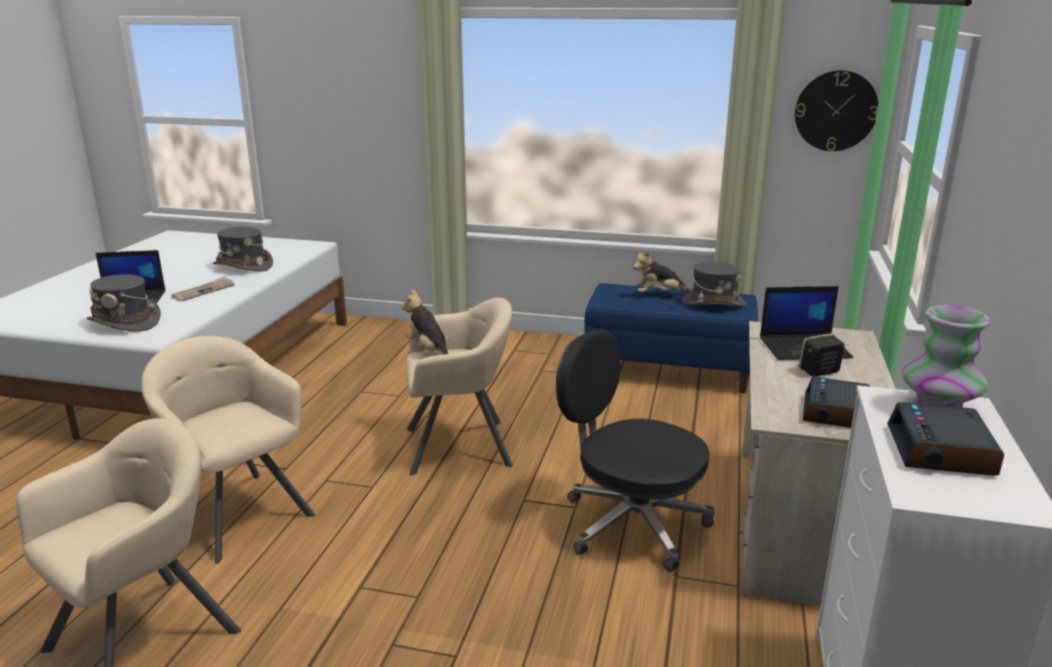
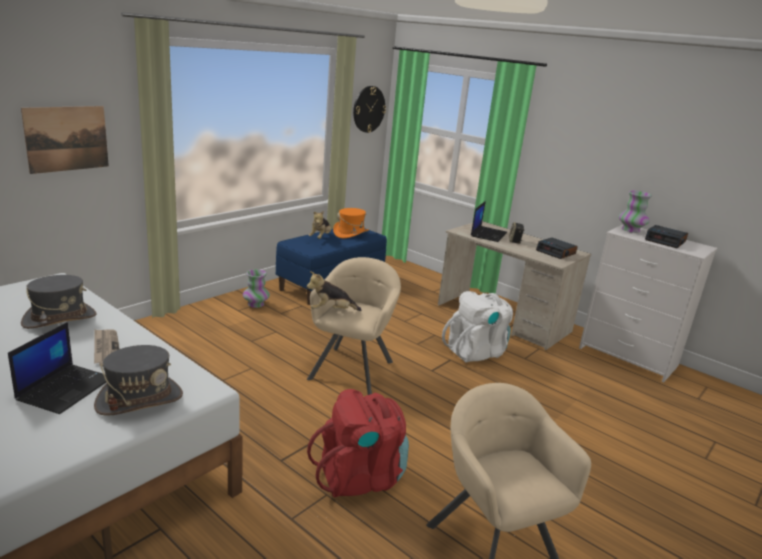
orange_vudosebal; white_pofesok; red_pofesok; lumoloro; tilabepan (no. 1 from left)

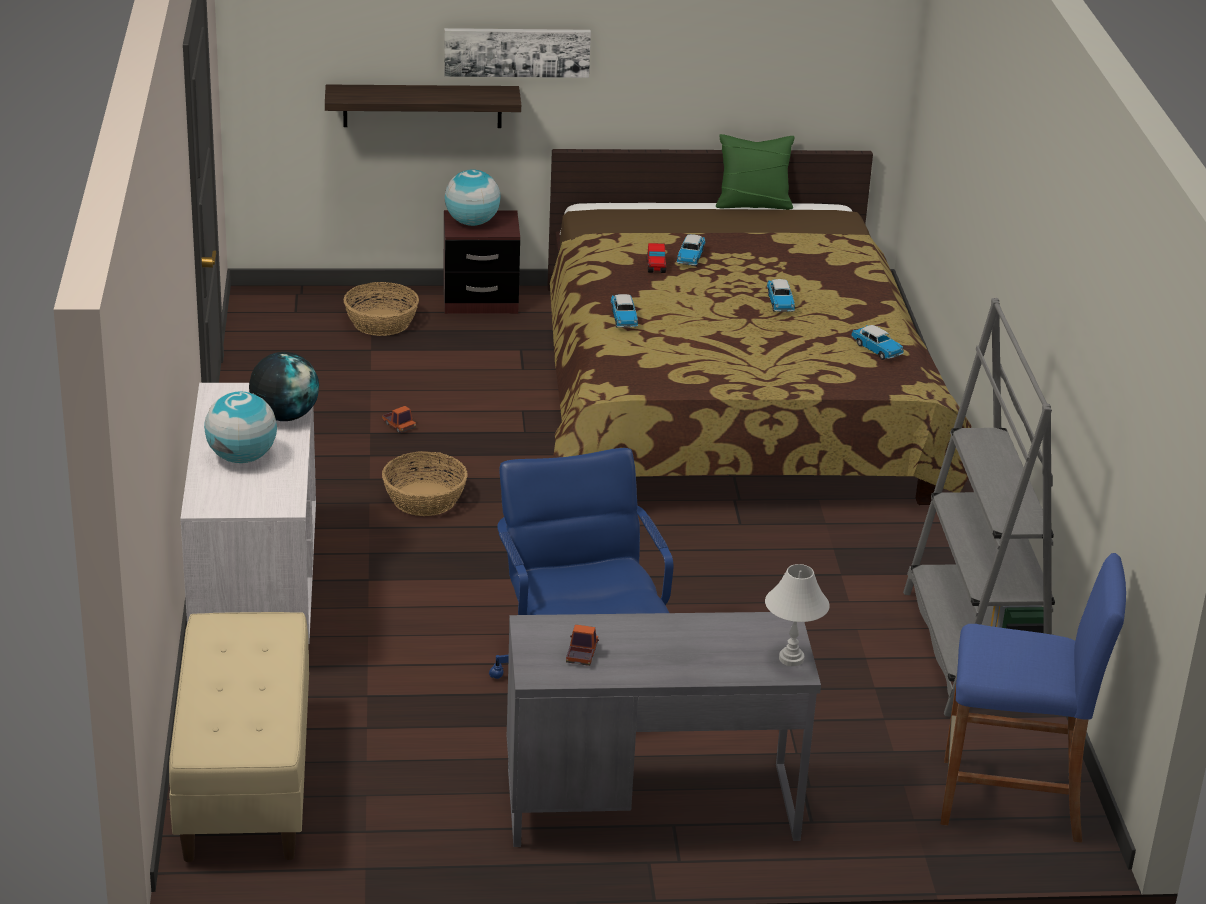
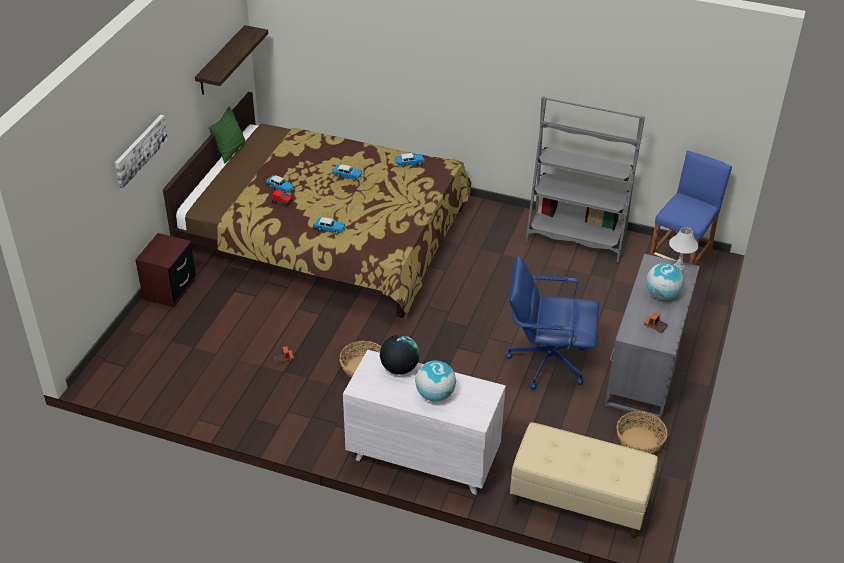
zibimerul; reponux (no. 3 from left); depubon (no. 2 from left)

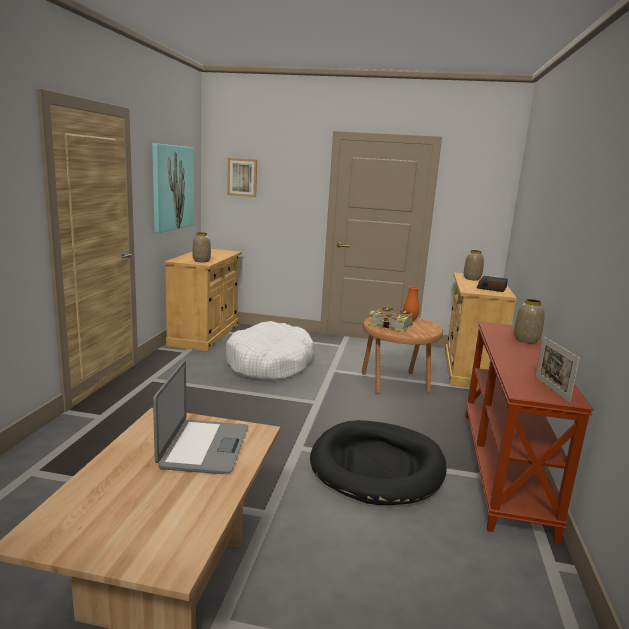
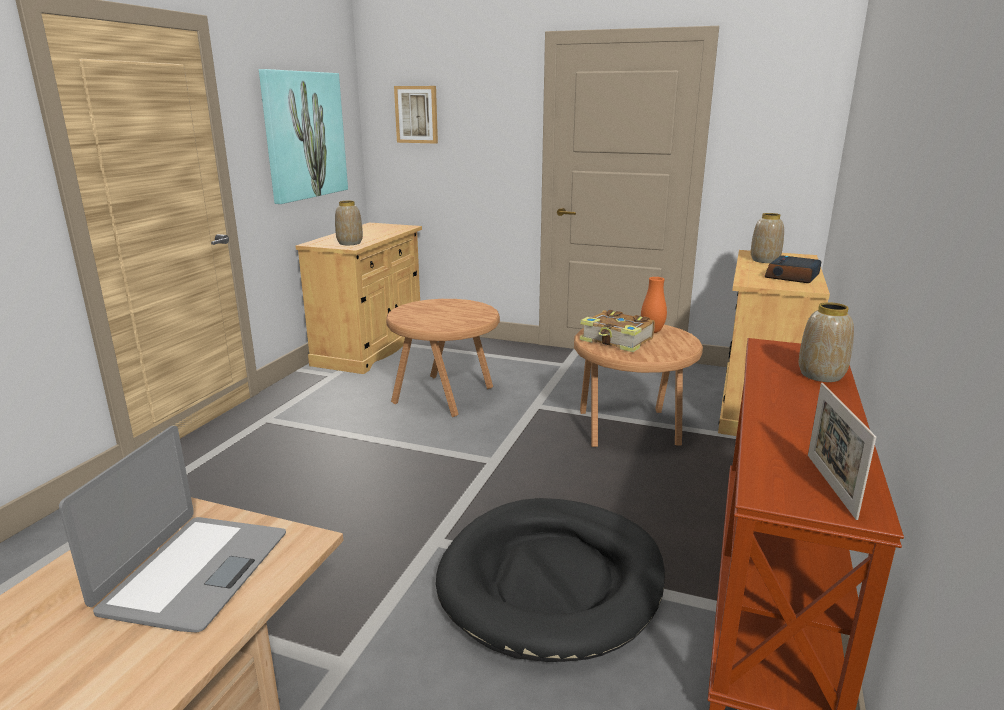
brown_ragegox (no. 1 from left)

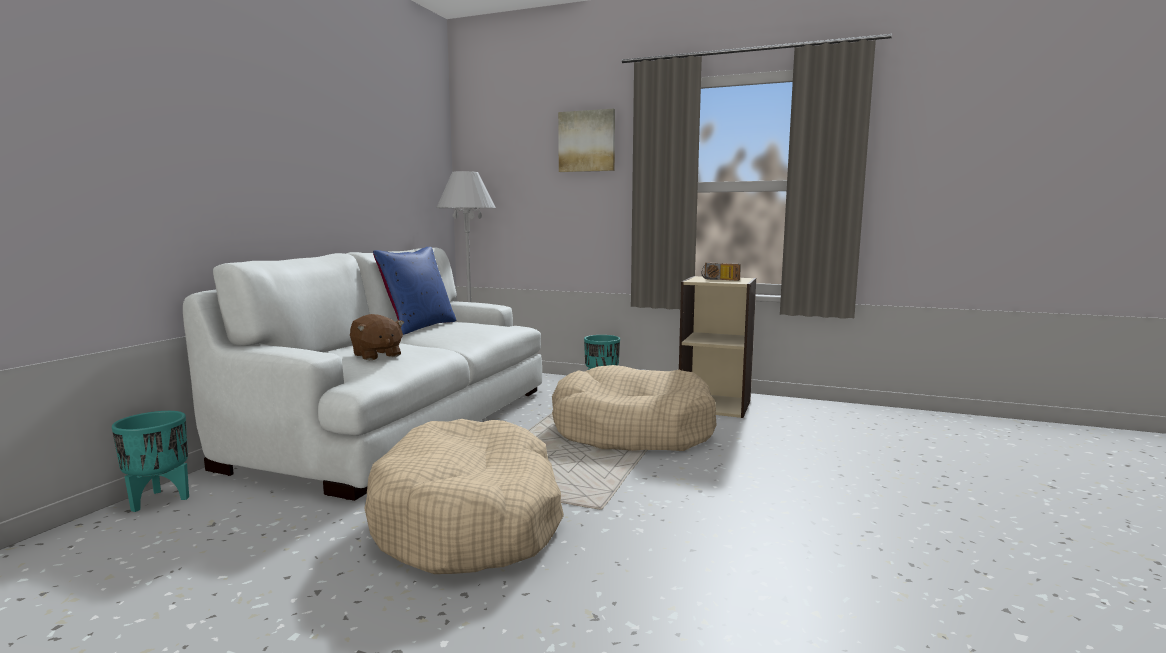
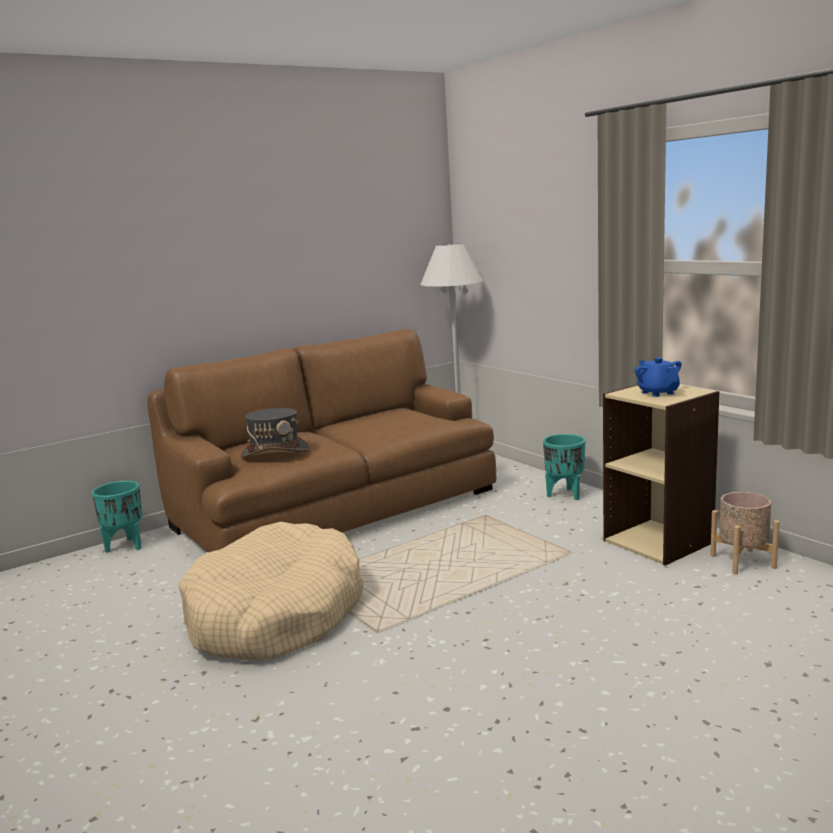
lumoloro; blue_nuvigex; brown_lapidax; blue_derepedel; grey_vudosebal; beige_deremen (no. 2 from left in the first image); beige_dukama

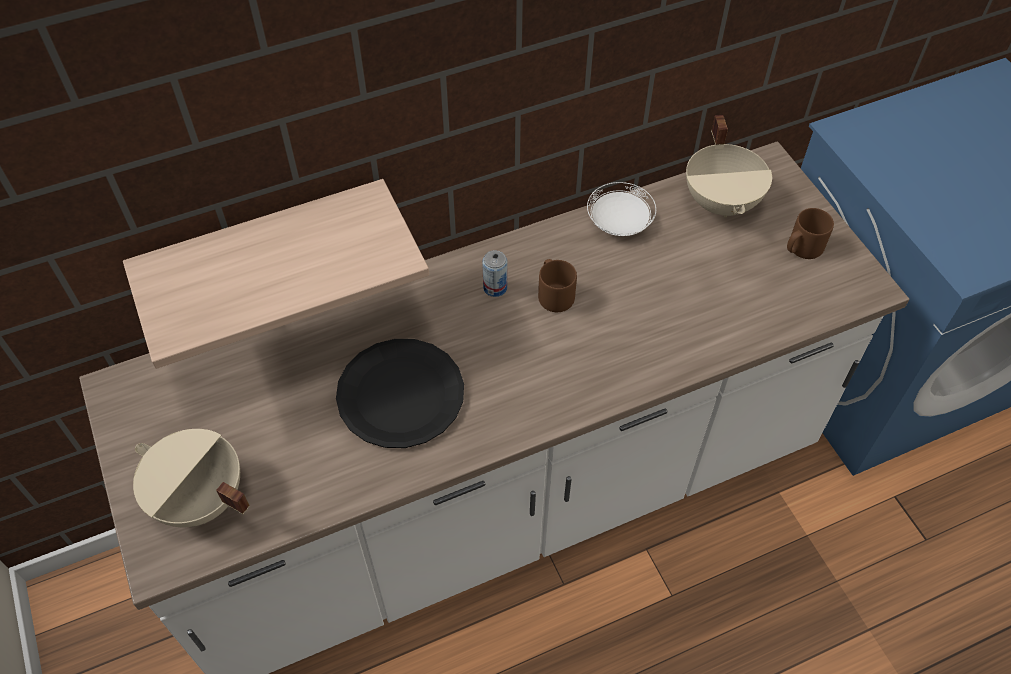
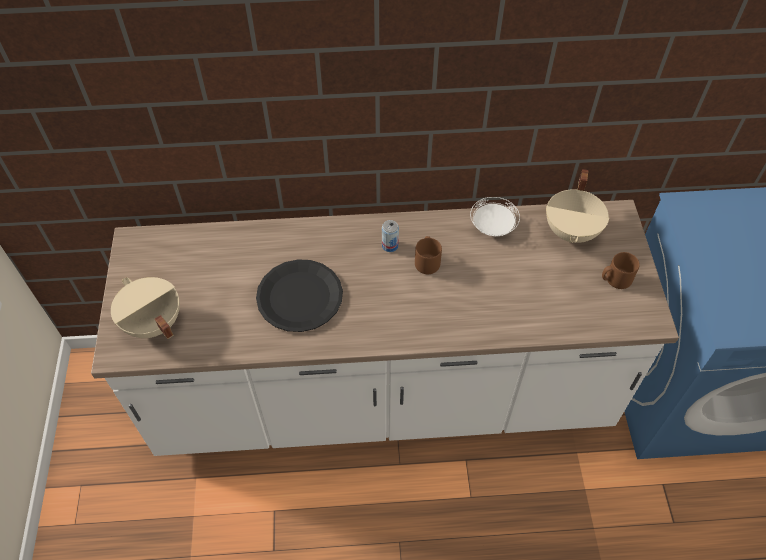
zibimerul

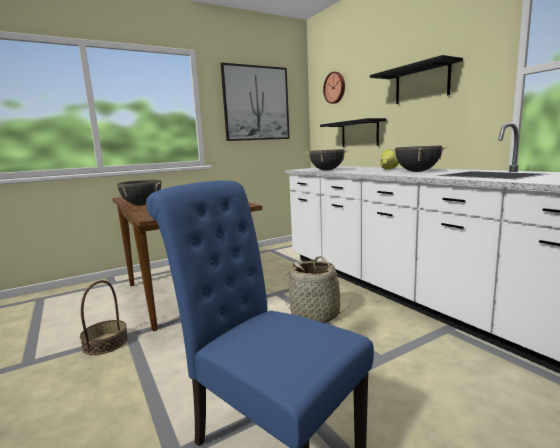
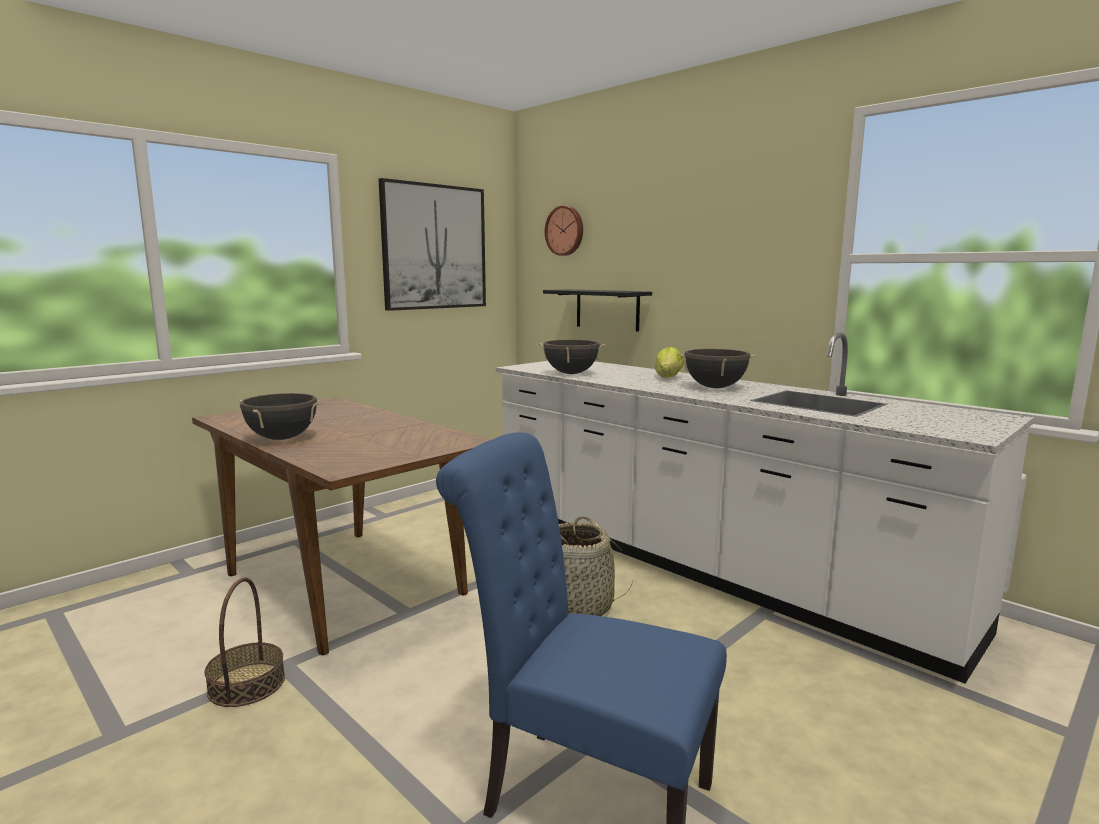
black_zibimerul (no. 2 from left in the first image)

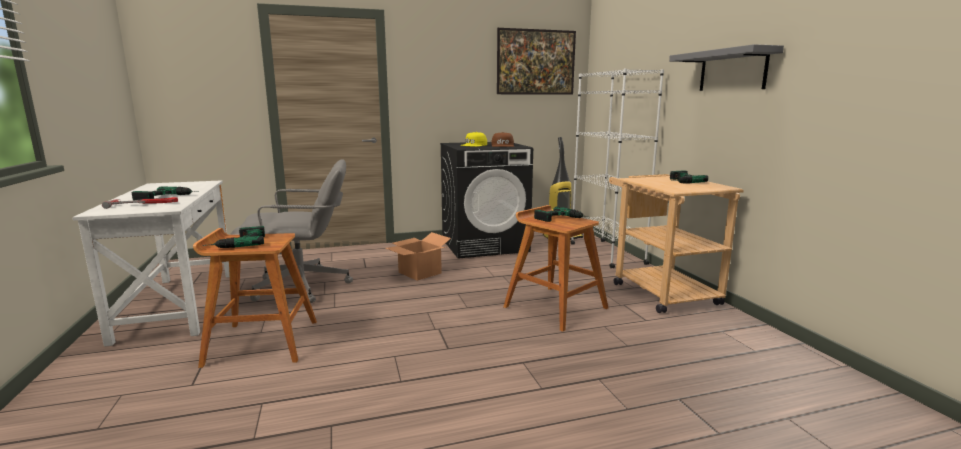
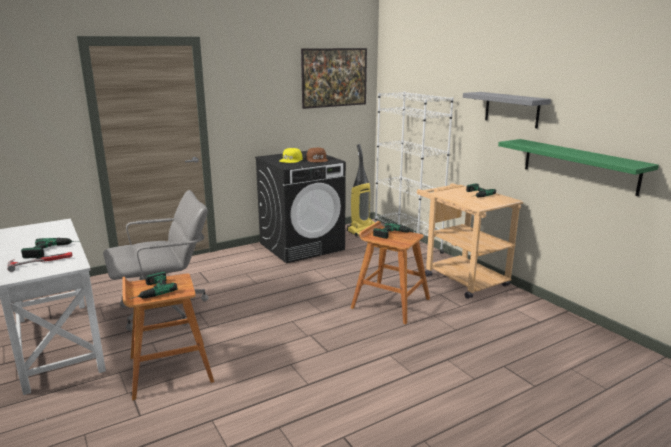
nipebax; green_zibimerul

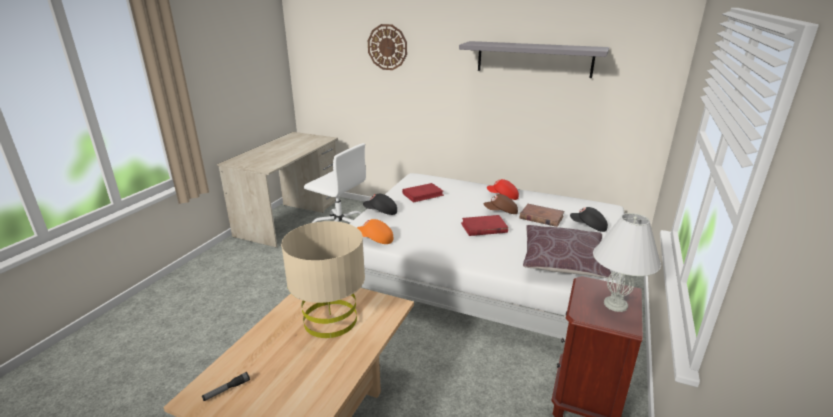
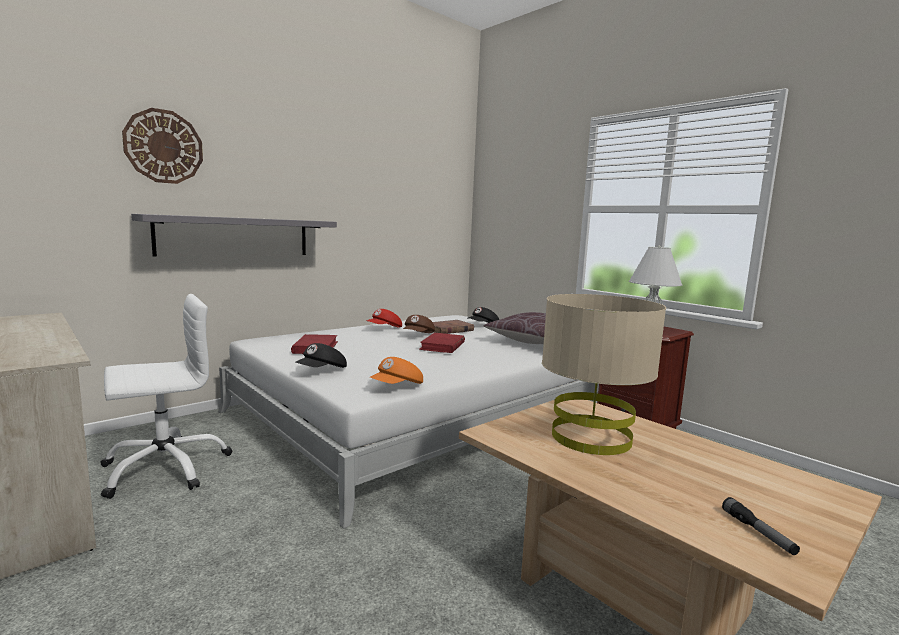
grey_zibimerul

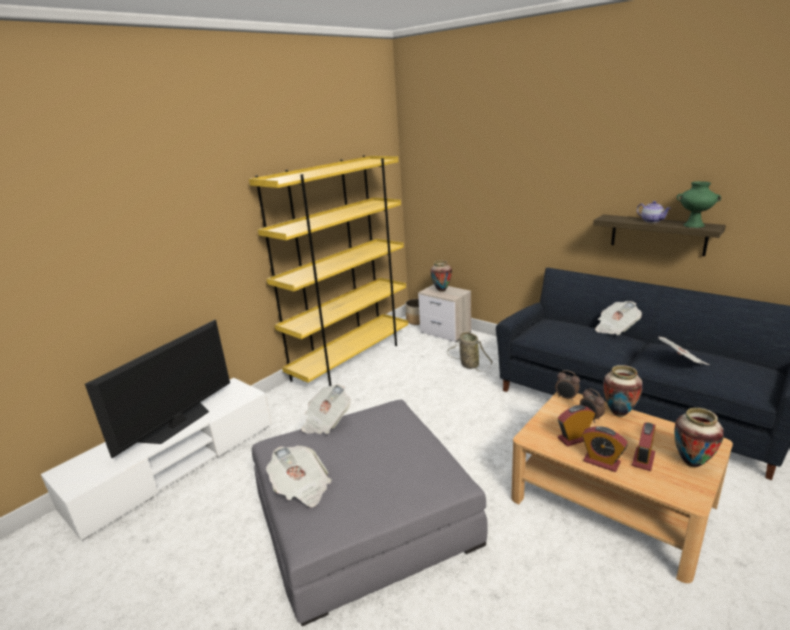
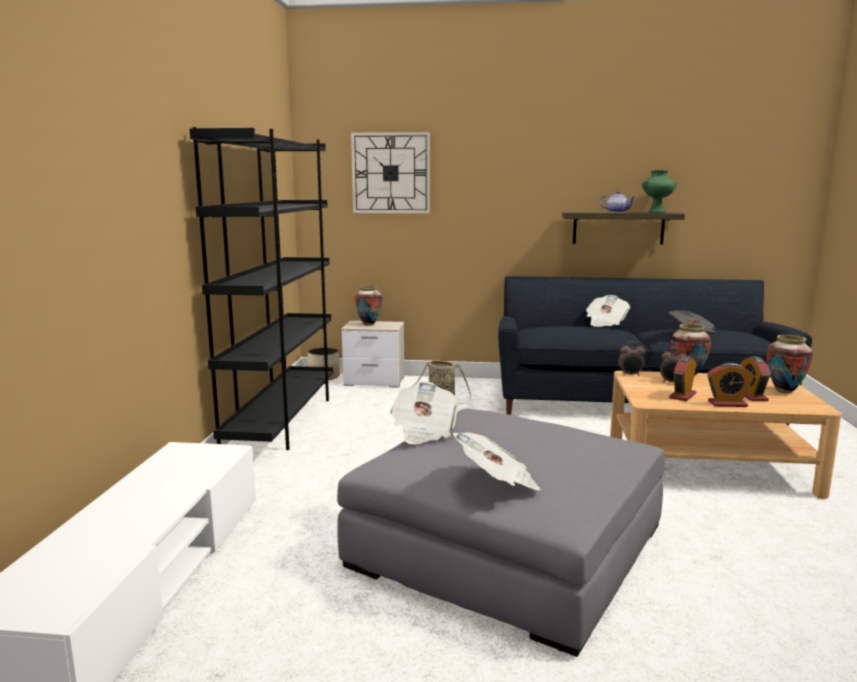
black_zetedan; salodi; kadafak

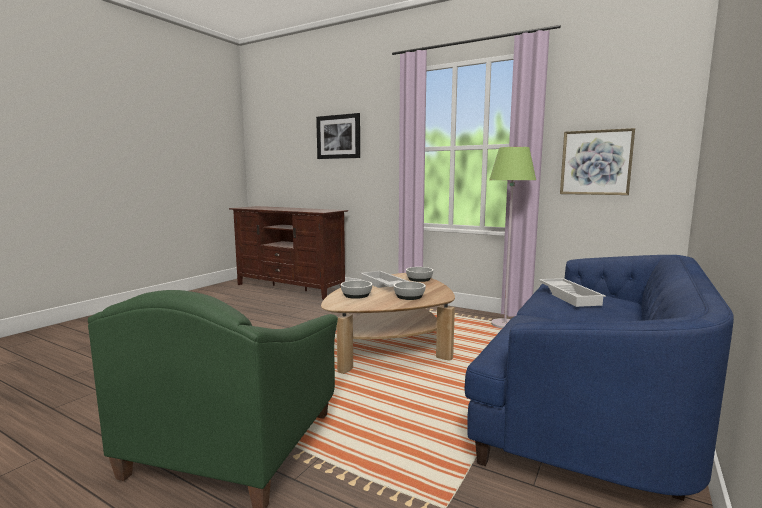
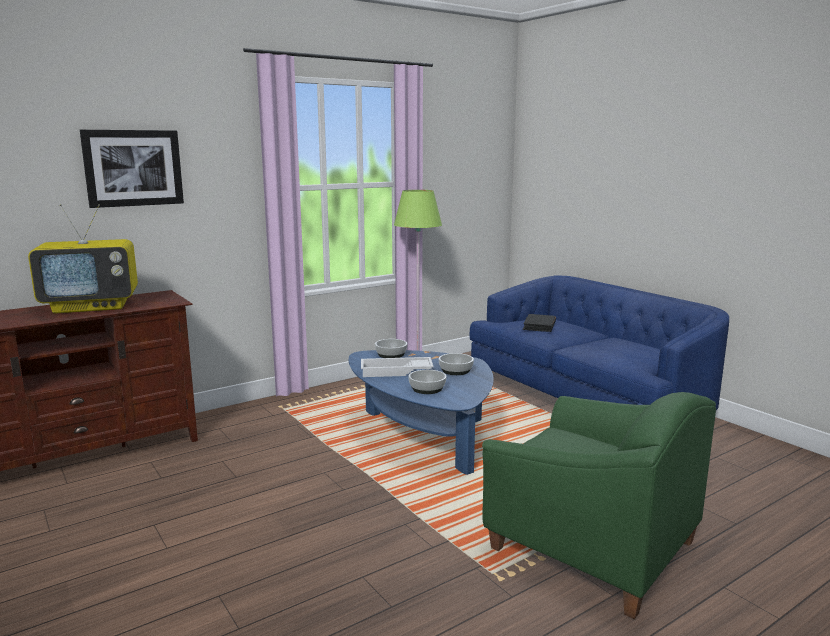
lumoloro (no. 2 from left in the first image); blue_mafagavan; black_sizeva; salodi

